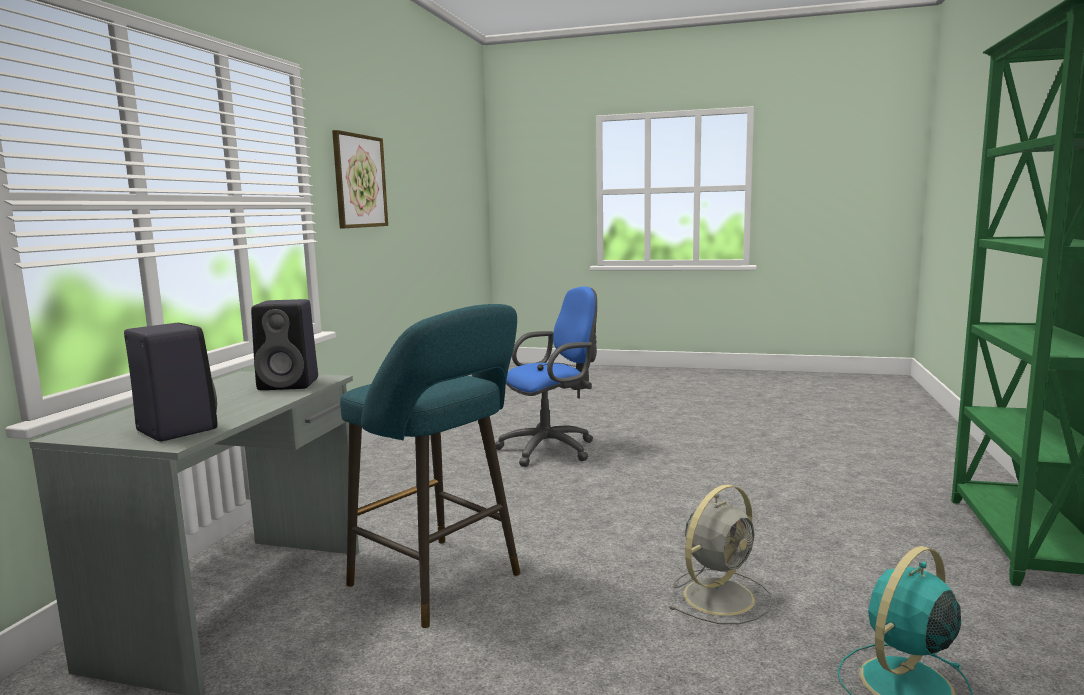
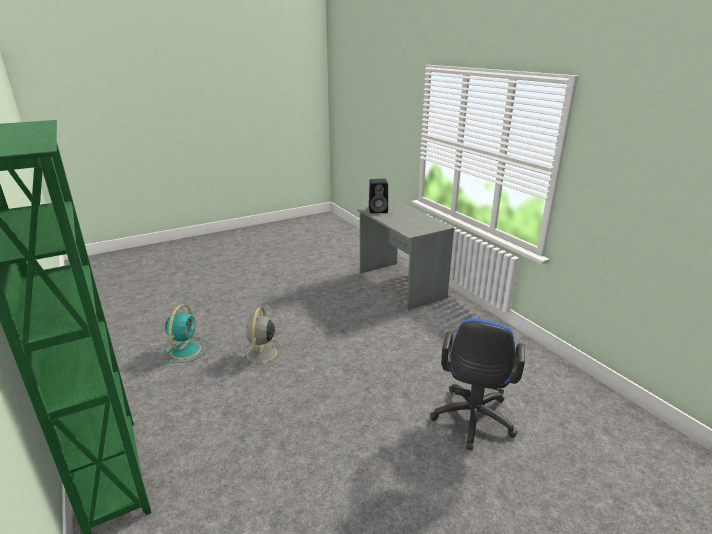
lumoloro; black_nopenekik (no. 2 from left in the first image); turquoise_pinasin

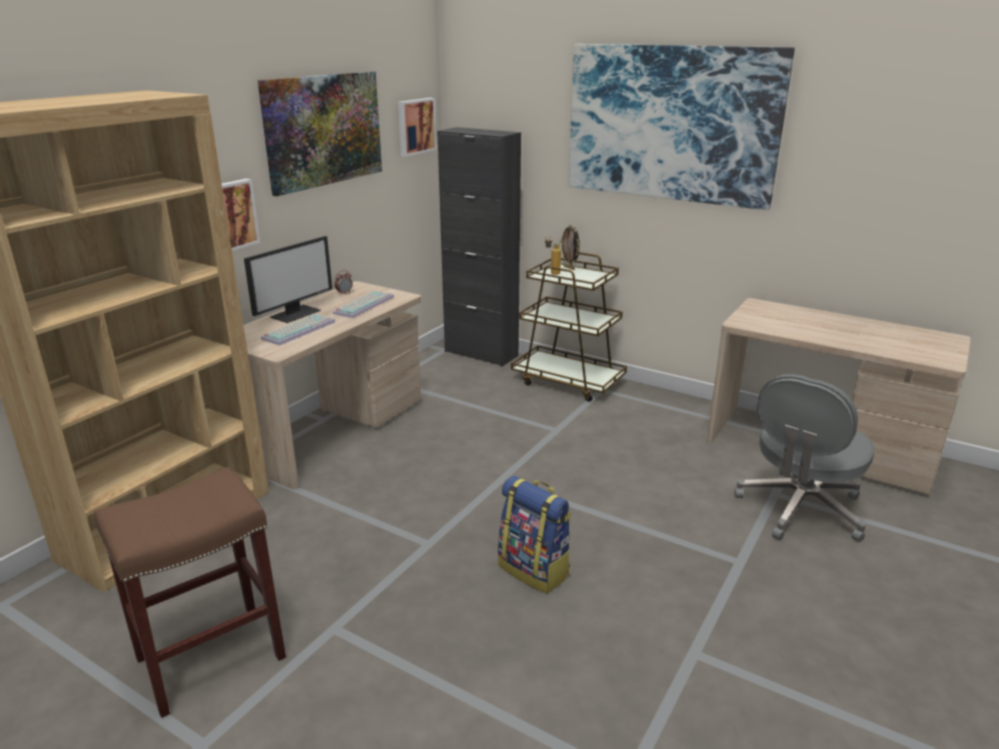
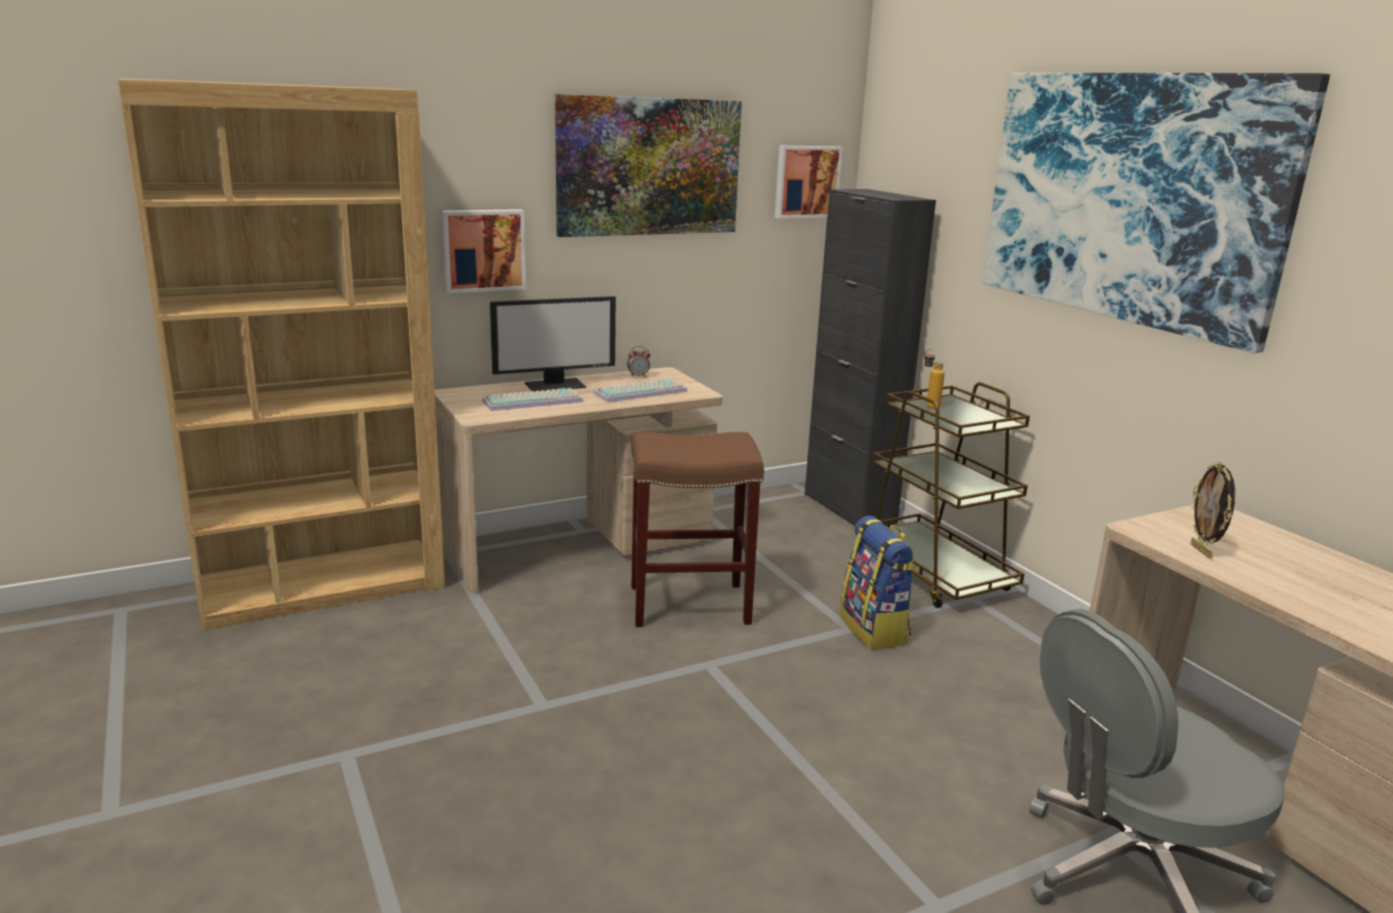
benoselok; brown_pinasin; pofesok

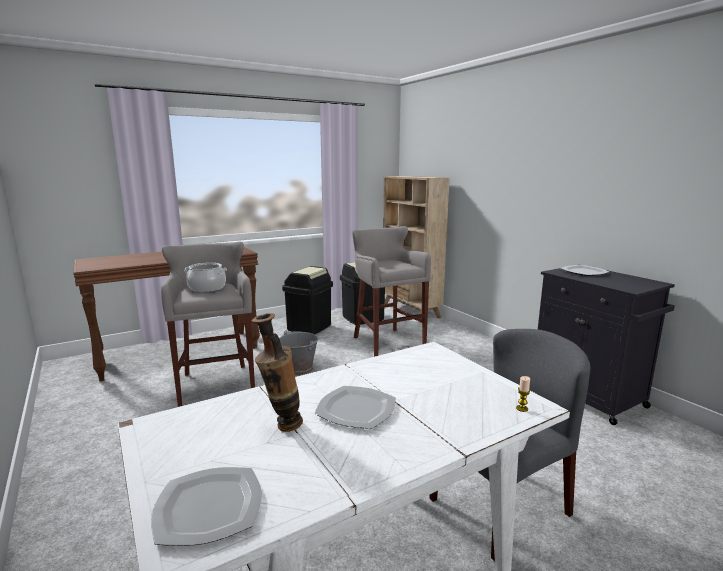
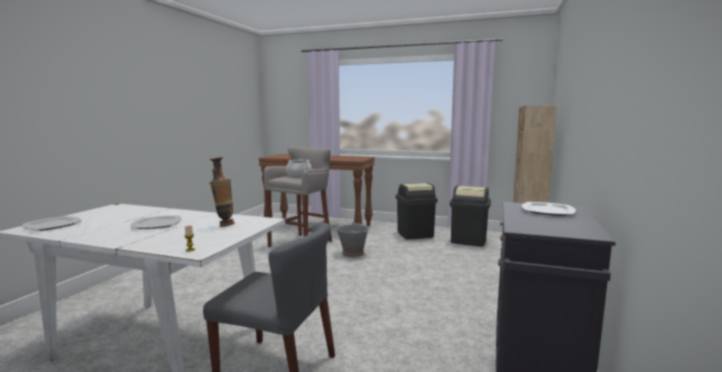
grey_pinasin (no. 2 from left in the first image); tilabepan

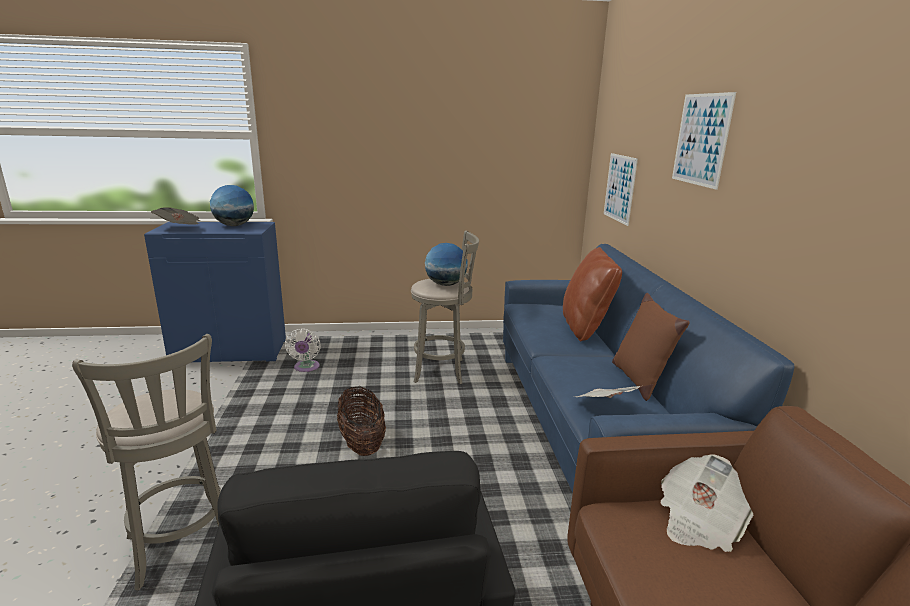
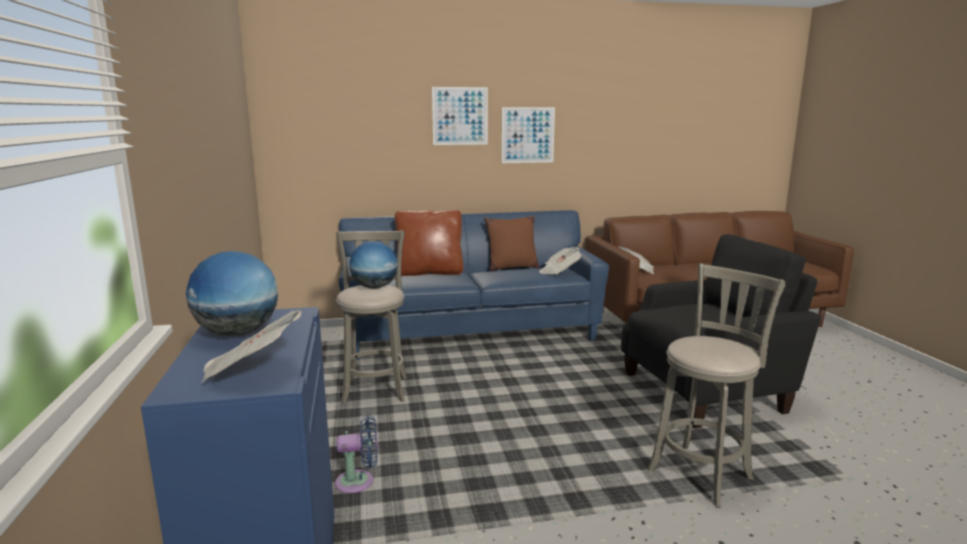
lumoloro (no. 2 from left); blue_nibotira; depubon

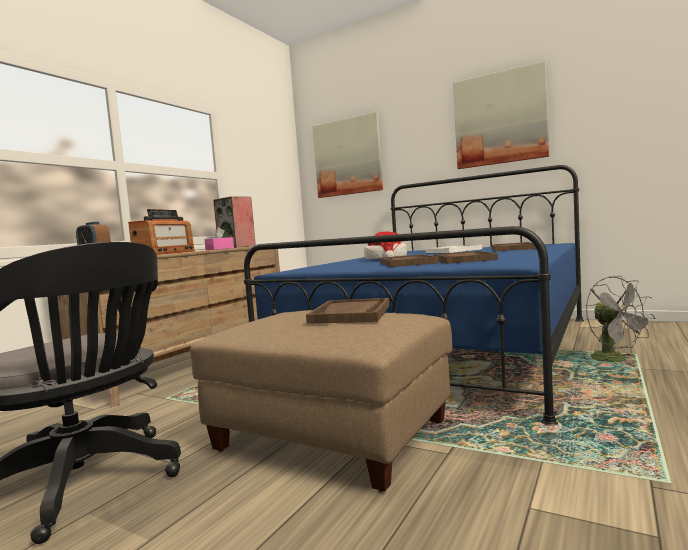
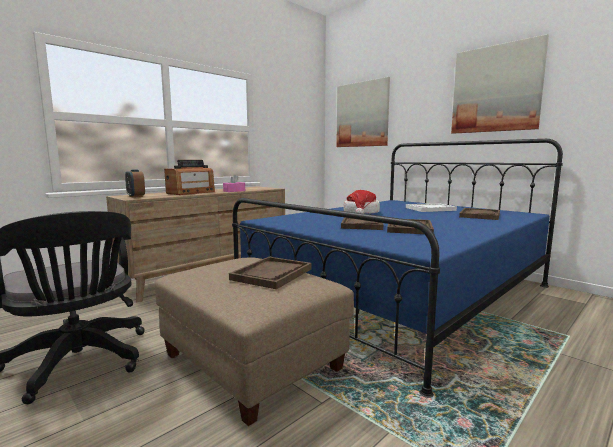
nopenekik; grey_nibotira

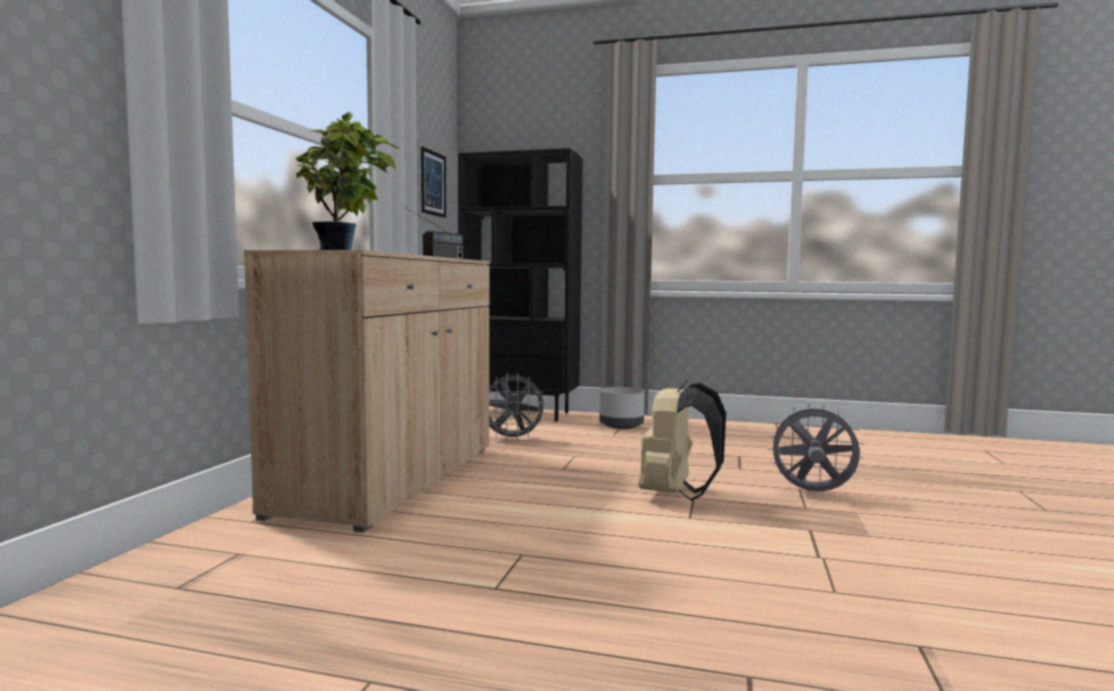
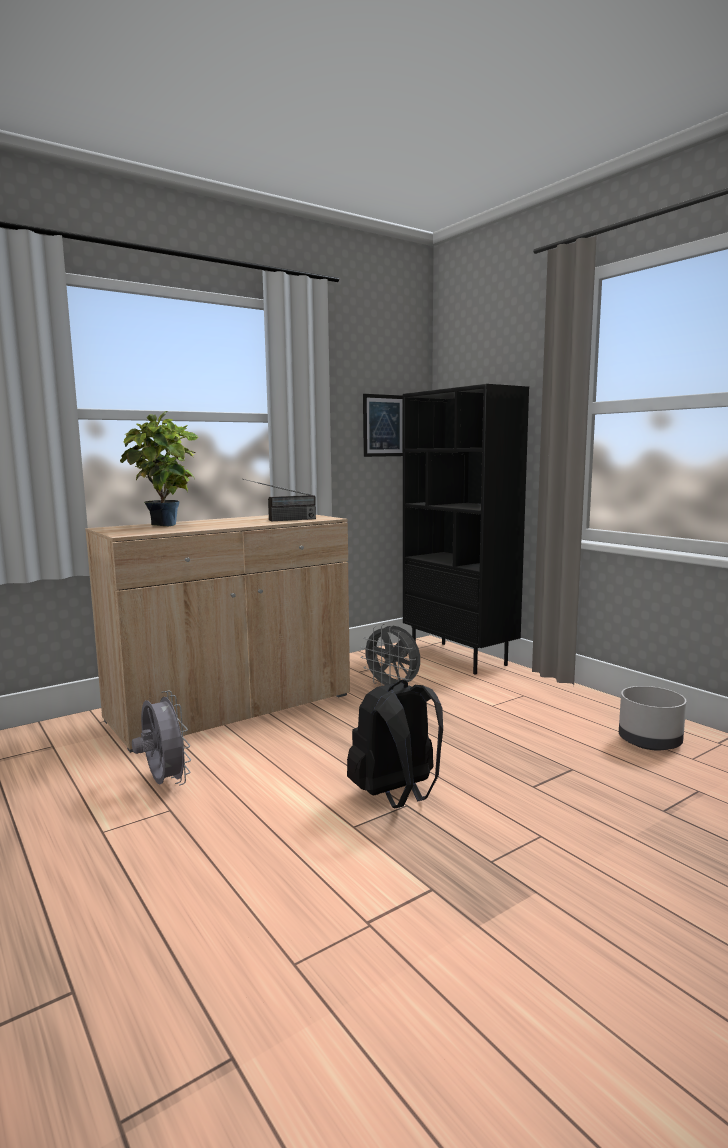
black_pofesok; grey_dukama; grey_nibotira (no. 1 from left)

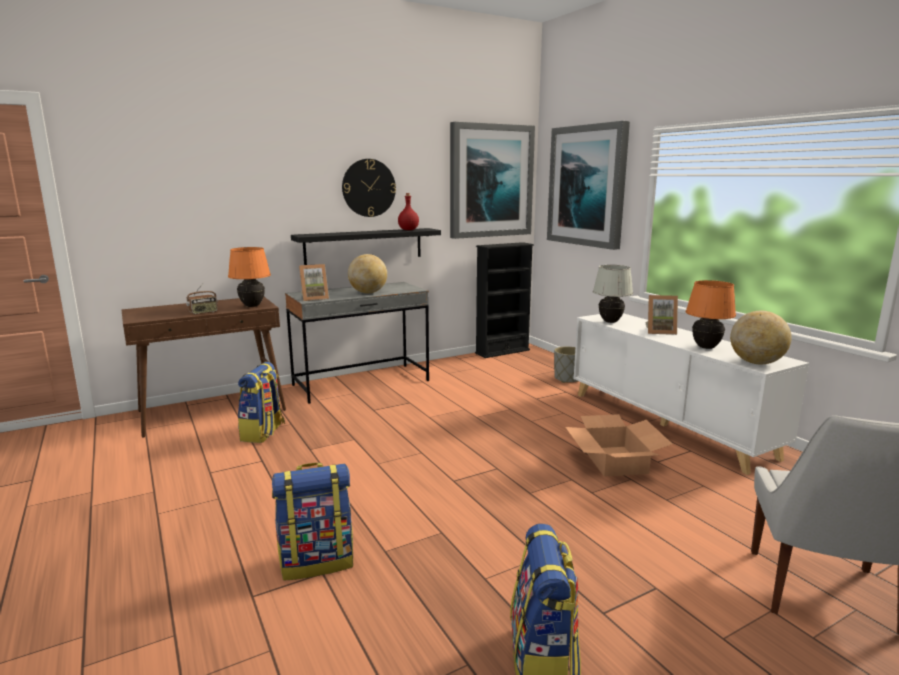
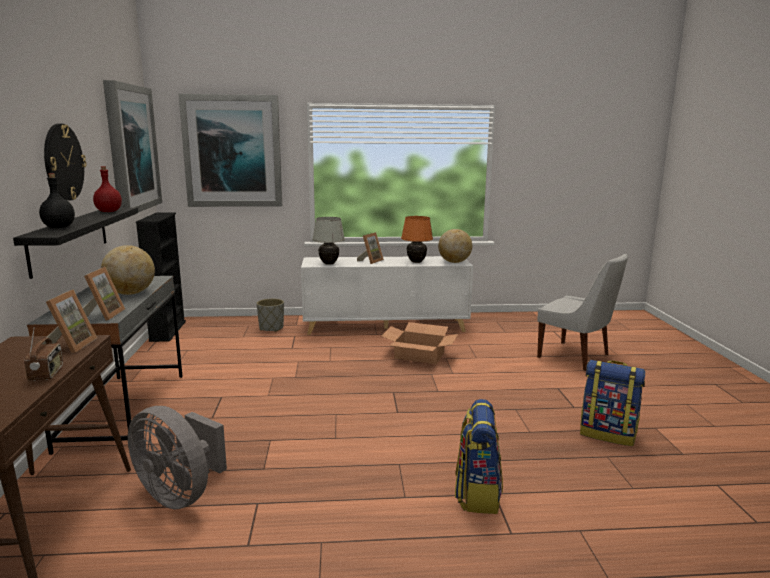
benoselok (no. 1 from left); grey_nibotira; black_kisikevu

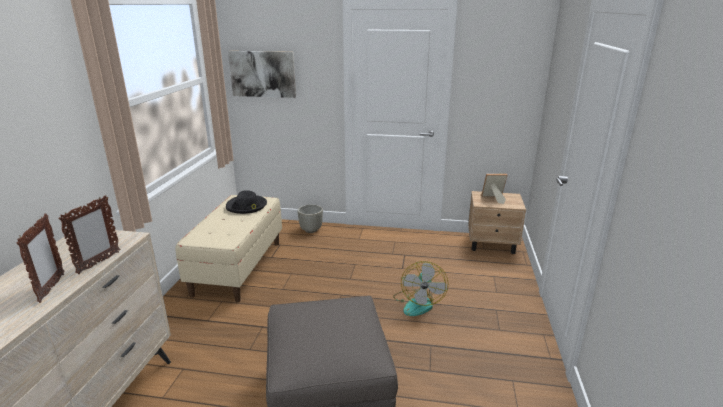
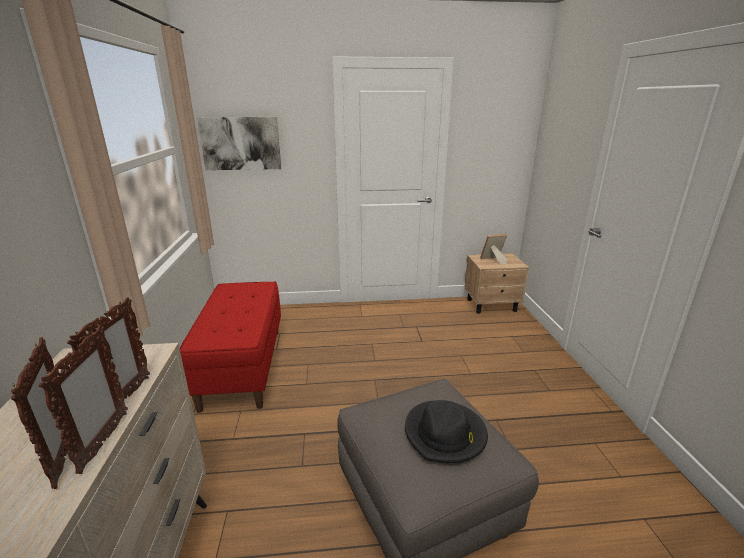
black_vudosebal; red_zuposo; grey_dukama; nibotira; benoselok (no. 2 from left)

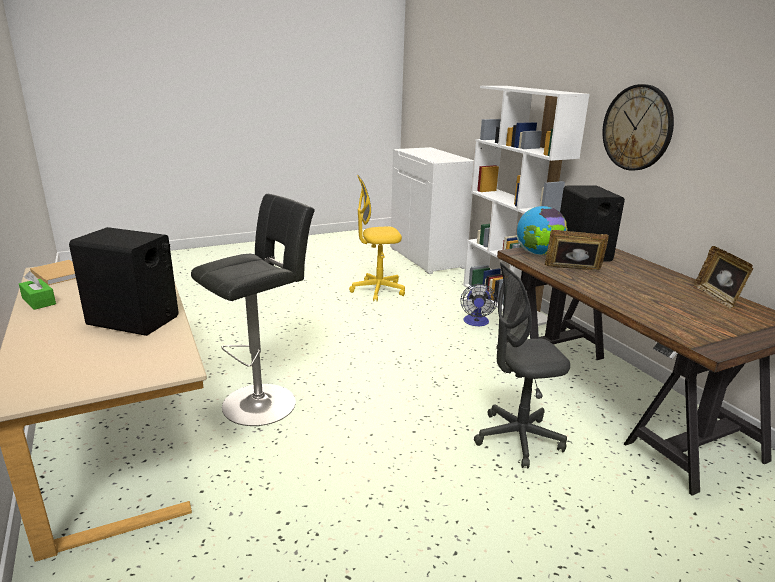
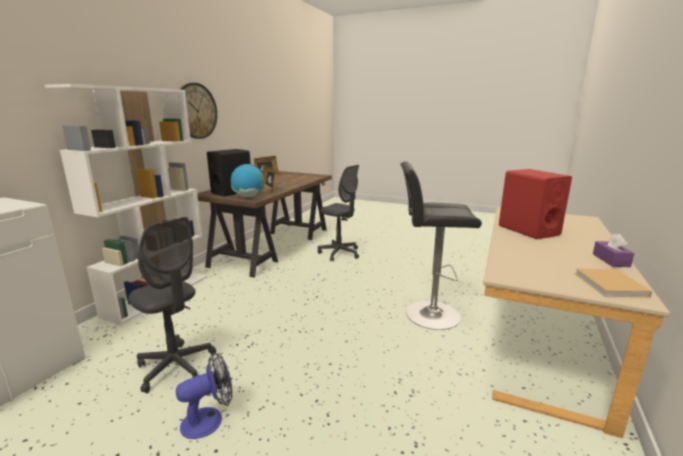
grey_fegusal (no. 1 from left); red_nopenekik; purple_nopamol; nibotira

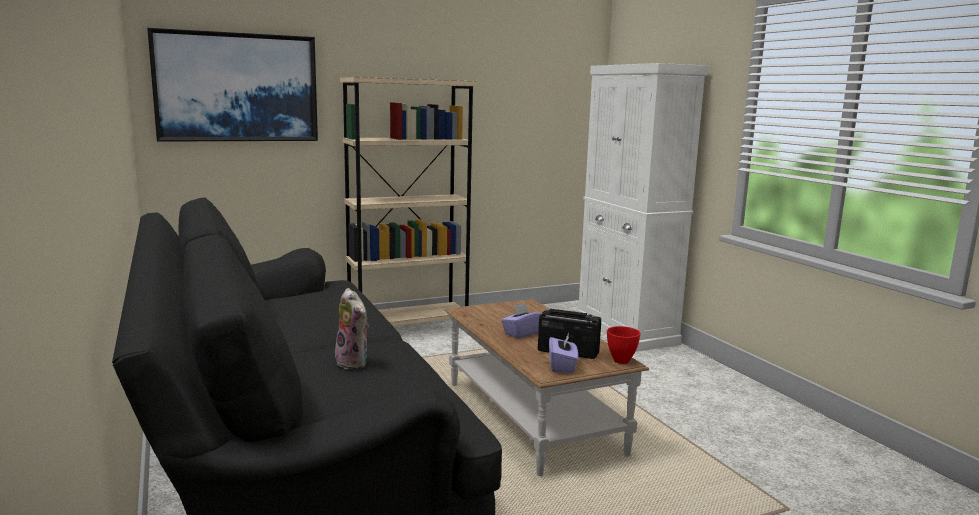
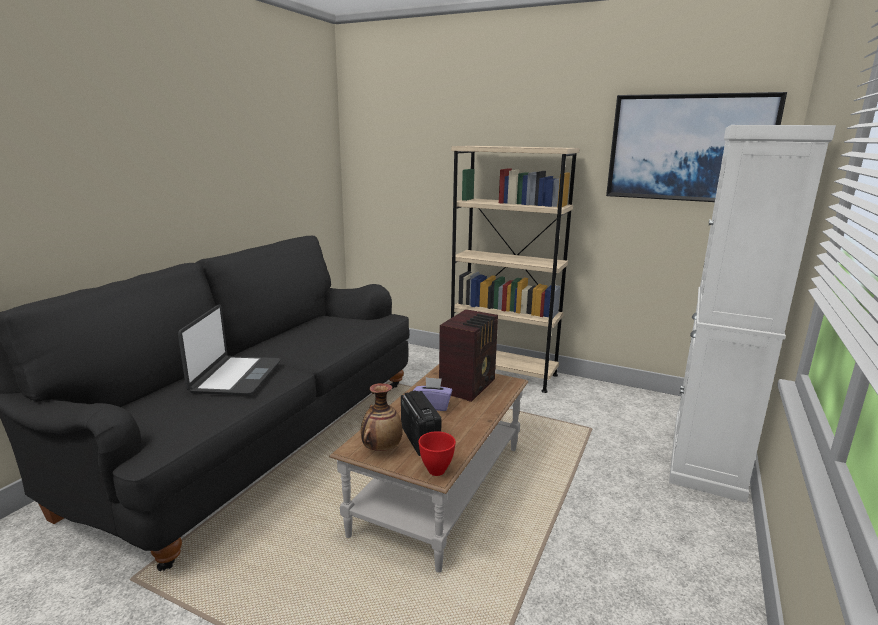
lumoloro; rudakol; tilabepan; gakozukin (no. 2 from left)

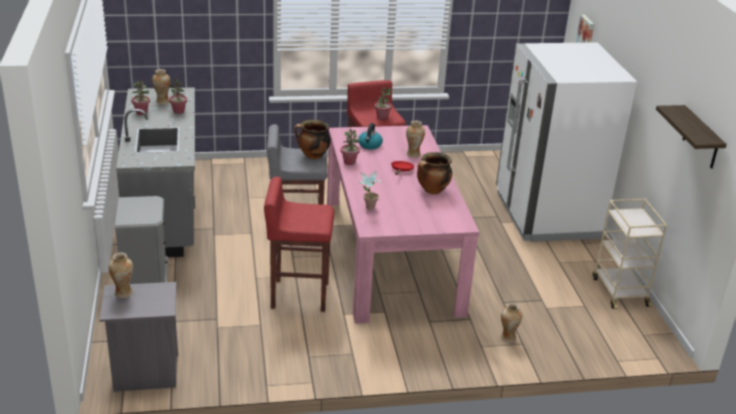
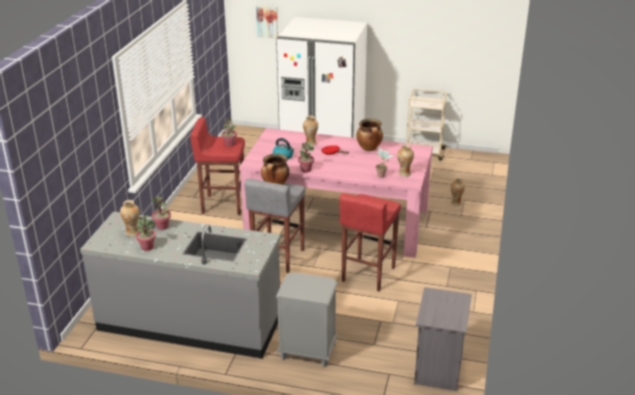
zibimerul; tilabepan (no. 3 from left)

